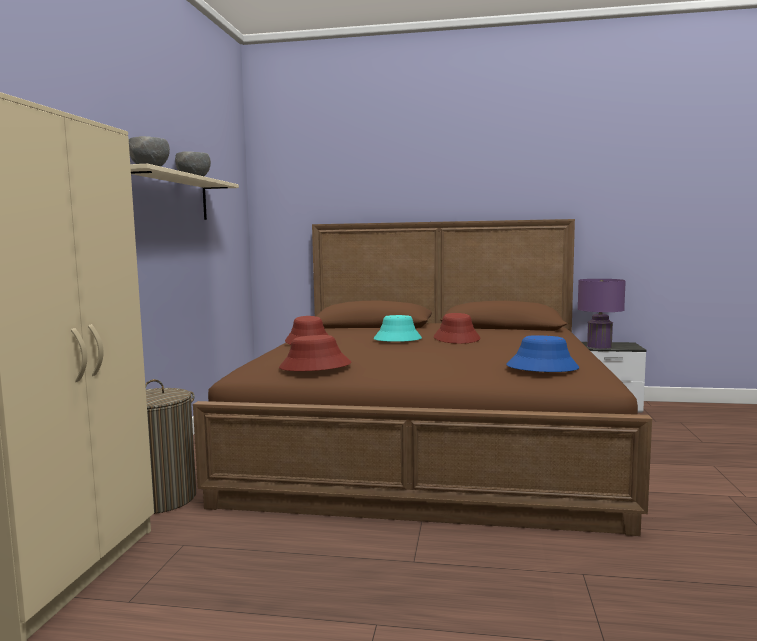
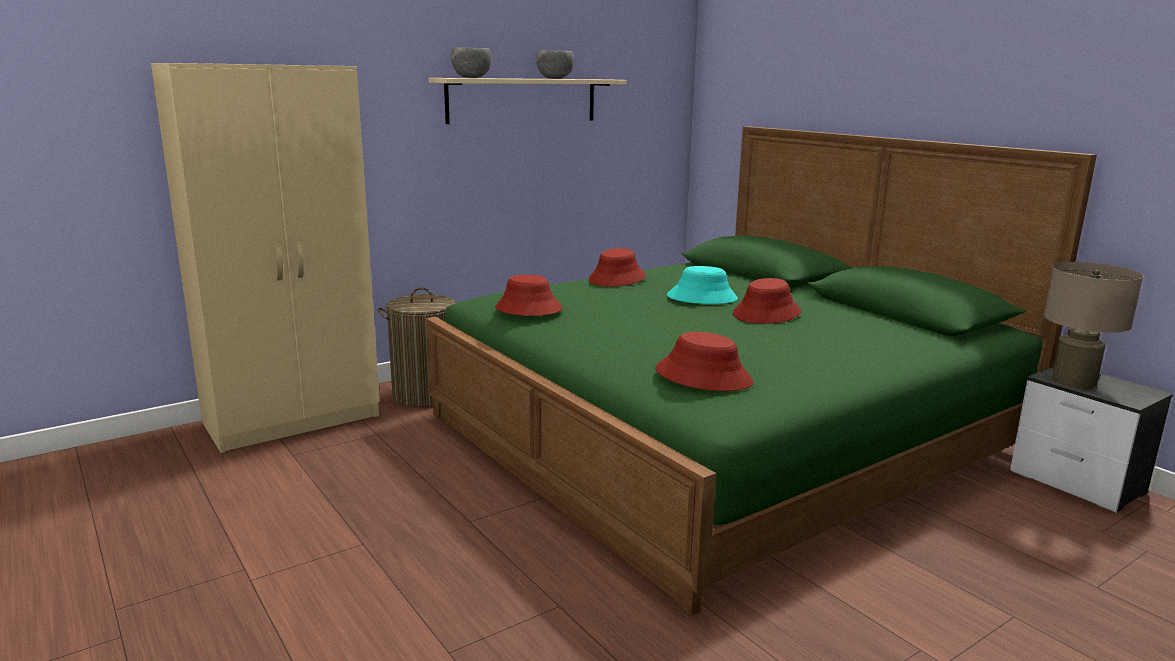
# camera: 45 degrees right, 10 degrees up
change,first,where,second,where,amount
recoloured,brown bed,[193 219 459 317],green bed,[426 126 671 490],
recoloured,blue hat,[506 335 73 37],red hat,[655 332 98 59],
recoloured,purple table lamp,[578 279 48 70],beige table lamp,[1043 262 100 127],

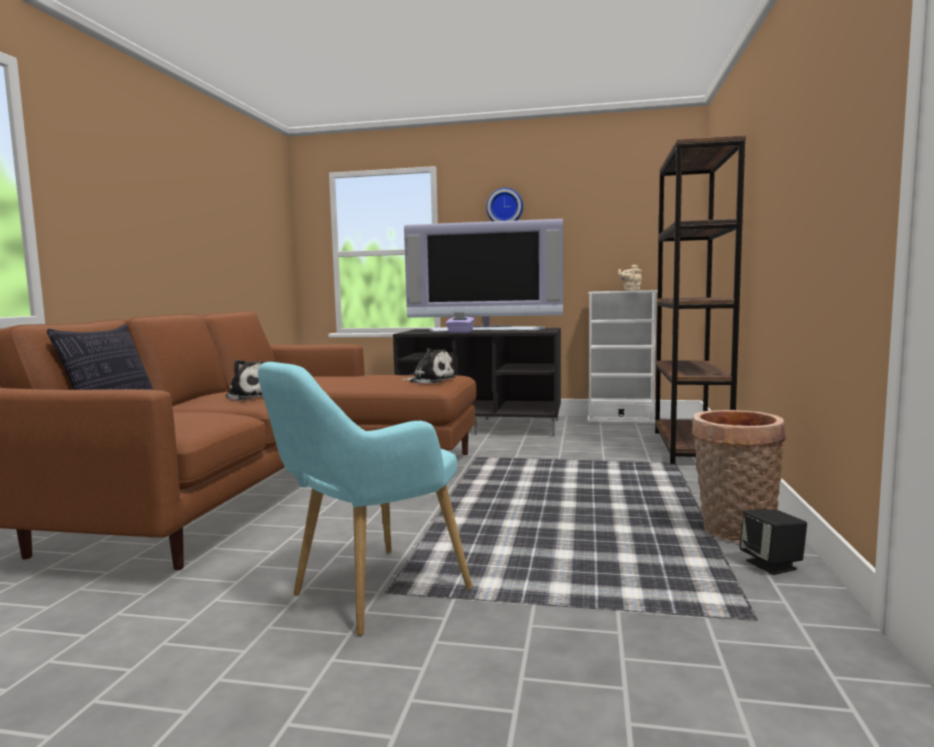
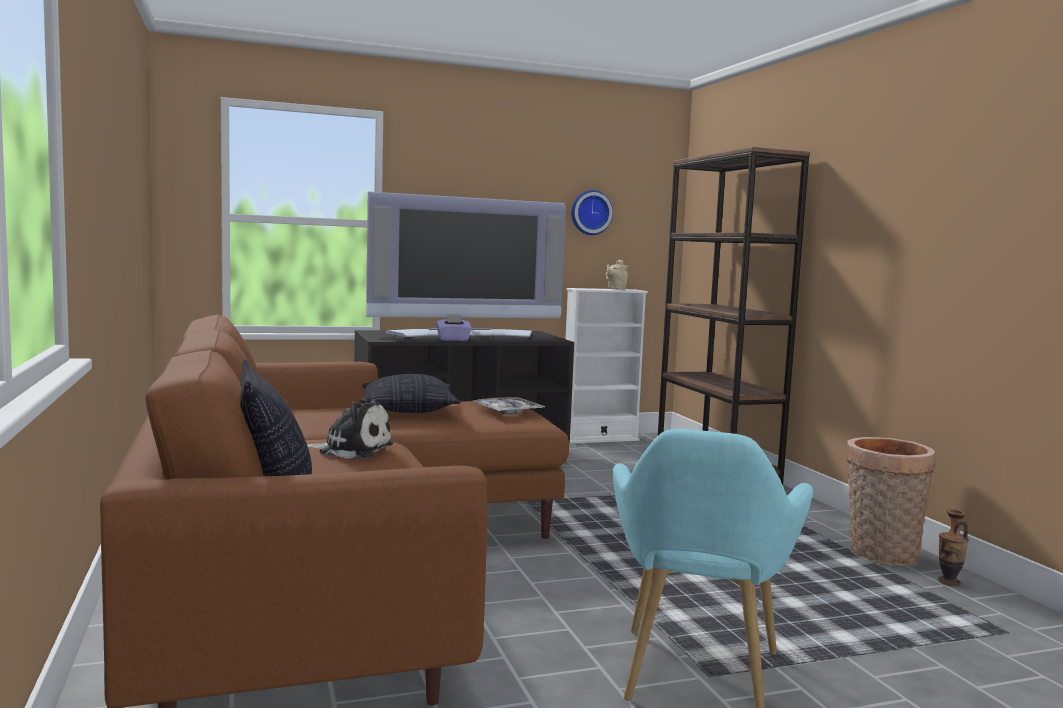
# camera: 30 degrees left, 0 degrees up
change,first,where,second,where,amount
added,,,pillow,[359 374 102 39],
moved,wall clock,[486 188 37 33],,[571 190 42 45],
replaced,plush toy,[401 348 55 36],tray,[473 397 73 18],
replaced,black speaker,[739 509 68 66],vase,[938 509 31 77],

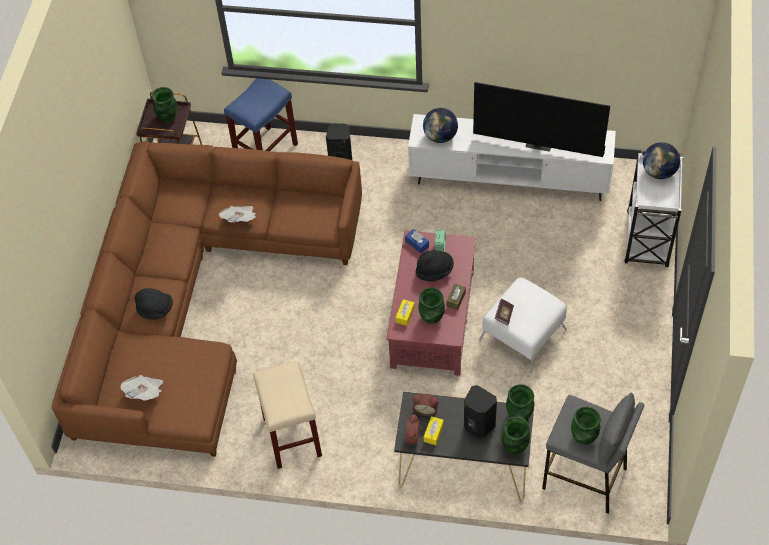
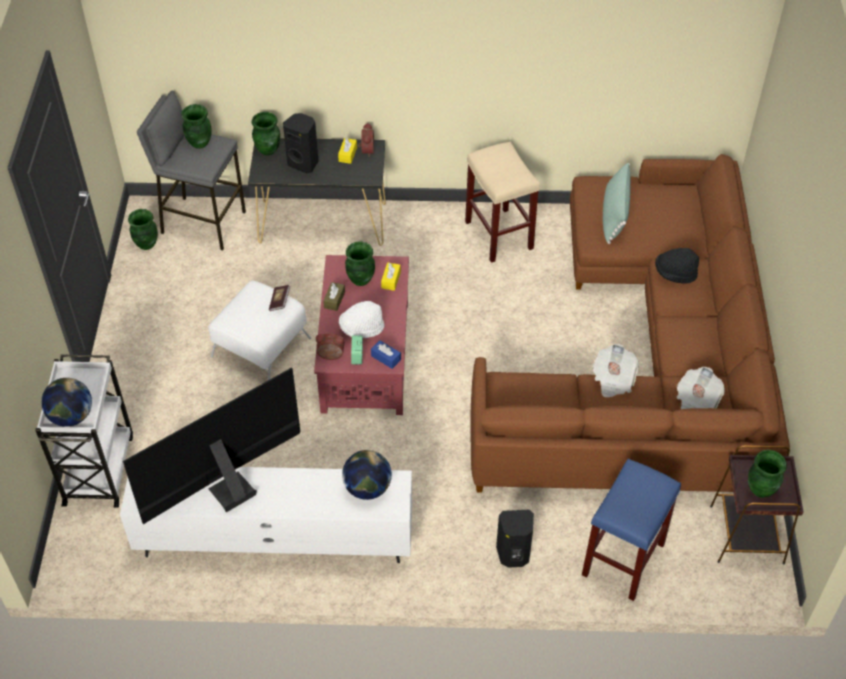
# camera: 170 degrees right, 5 degrees down
change,first,where,second,where,amount
added,,,green pillow,[603 163 28 81],
moved,newspaper,[120 375 43 26],,[677 367 48 42],
moved,alarm clock,[413 394 25 22],,[316 333 29 27],
moved,green vase,[506 384 29 36],,[128 209 30 41],
recoloured,black hat,[416 250 38 32],white hat,[339 301 45 37],
turned,television,[473 82 137 75],,[123 367 177 157],45 degrees counterclockwise

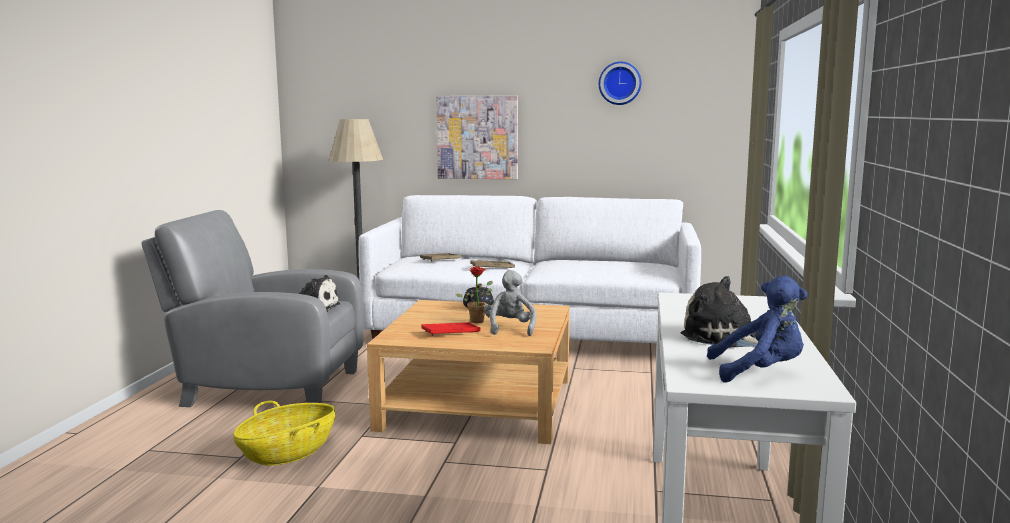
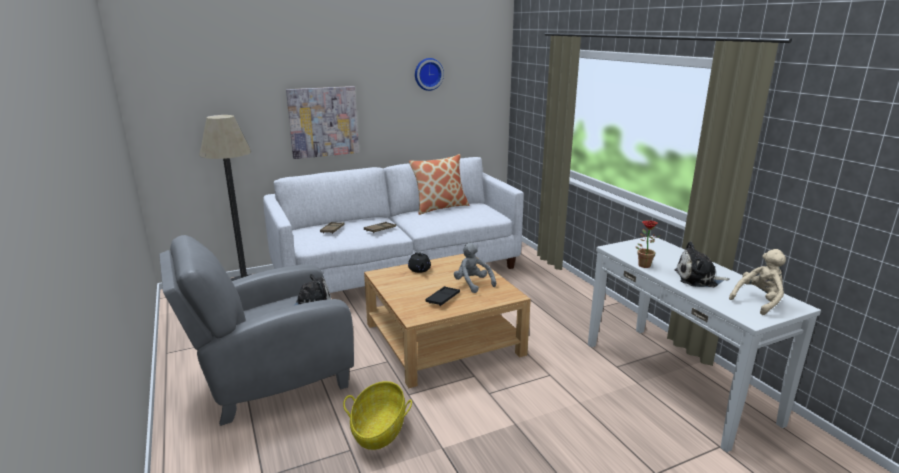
# camera: 35 degrees left, 10 degrees up
change,first,where,second,where,amount
added,,,pillow,[409 154 60 61],
moved,potted plant,[456 266 37 57],,[636 220 24 48],
recoloured,red tray,[421 322 60 14],black tray,[426 286 34 20],
recoloured,blue plush toy,[707 276 101 107],beige plush toy,[729 249 57 66],

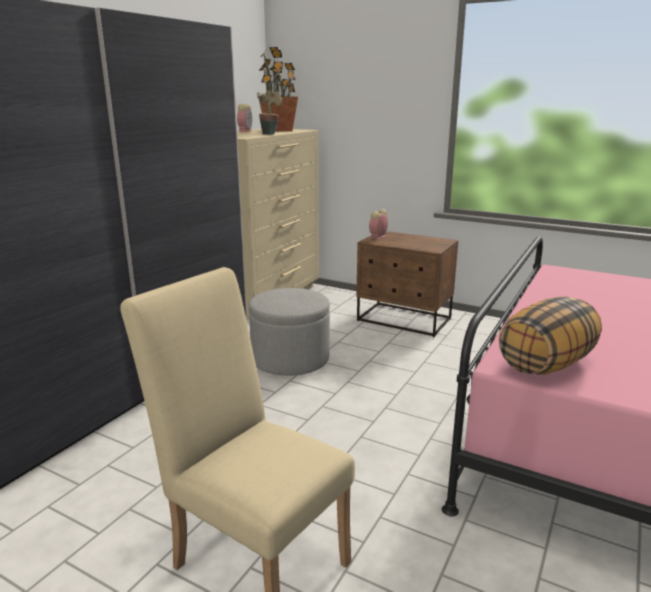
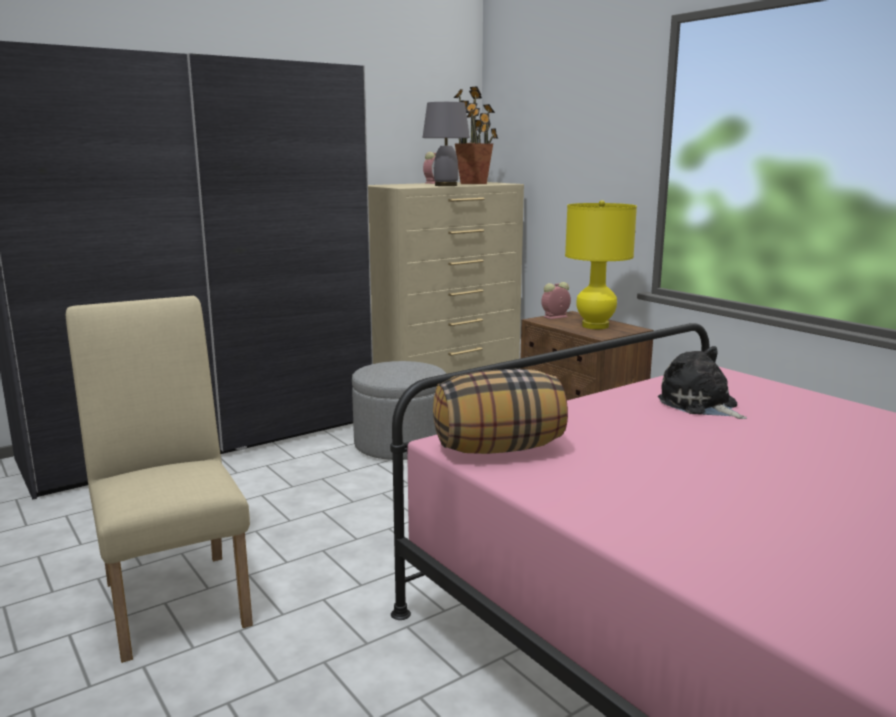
# camera: 25 degrees right, 5 degrees down
change,first,where,second,where,amount
added,,,yellow table lamp,[565 200 72 129],
added,,,plush toy,[658 346 89 73],
replaced,potted plant,[257 90 25 45],grey table lamp,[423 102 47 84],

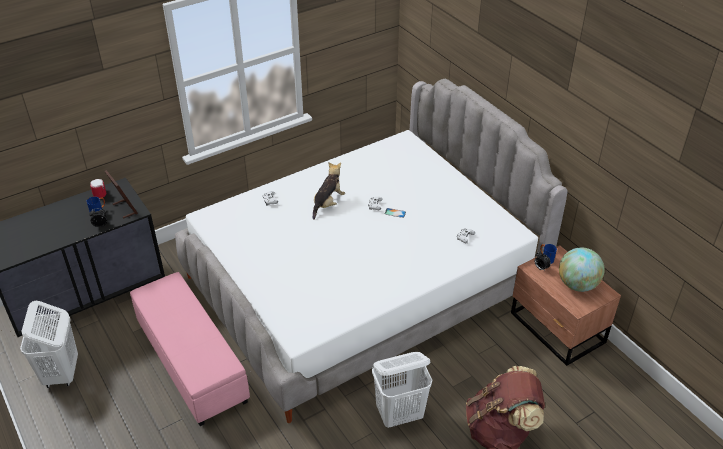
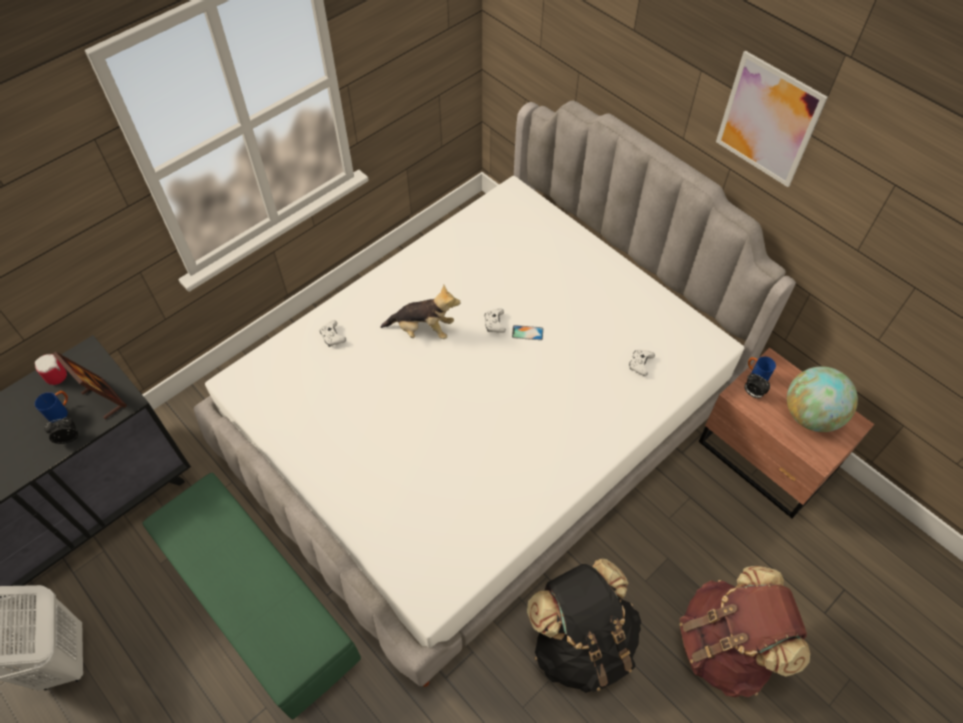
# camera: 10 degrees left, 15 degrees up
change,first,where,second,where,amount
added,,,picture,[716 51 112 136],
replaced,white laundry basket,[372 352 60 76],black backpack,[527 559 114 134],
recoloured,pink ottoman,[130 272 120 154],green ottoman,[142 473 219 246],
turned,plush toy,[313 162 32 58],,[380 285 81 54],75 degrees clockwise

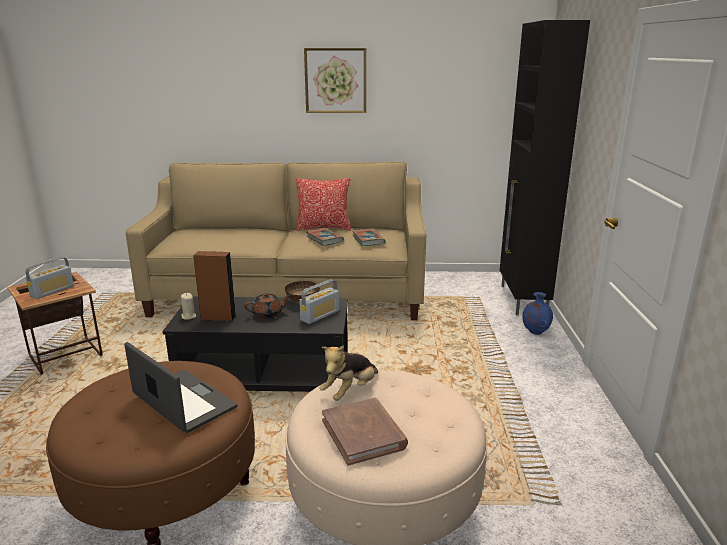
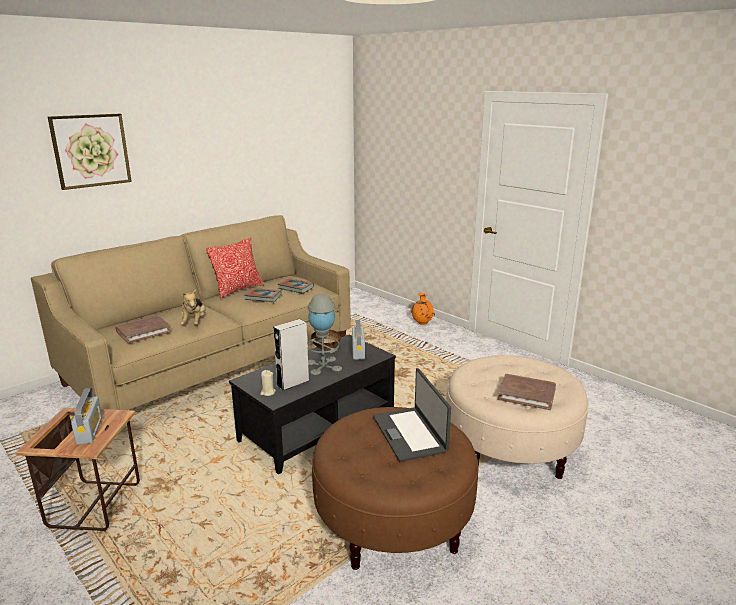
# camera: 45 degrees left, 0 degrees up
change,first,where,second,where,amount
removed,black cabinet,[500 20 90 295],,,
added,,,brown book,[115 315 57 29],
moved,picture,[304 48 62 65],,[48 114 84 76],
moved,plush toy,[320 345 58 56],,[180 289 26 36],
replaced,brown teapot,[244 293 47 26],grey table lamp,[307 294 35 81],
recoloured,brown speaker,[193 251 43 71],grey speaker,[273 319 36 72],
recoloured,blue vase,[522 292 31 43],orange vase,[410 293 25 32],
turned,laptop,[124 342 113 91],,[373 368 78 94],105 degrees counterclockwise

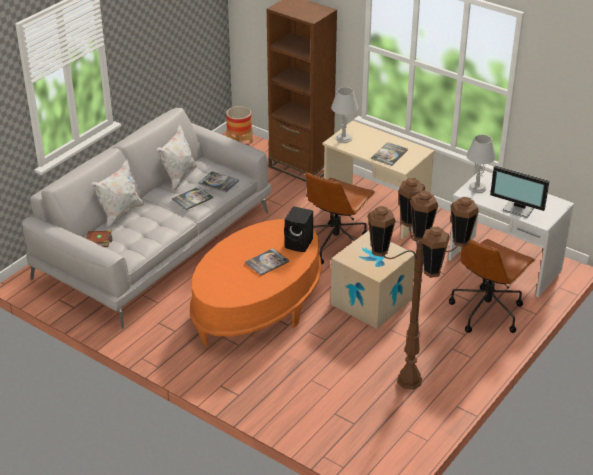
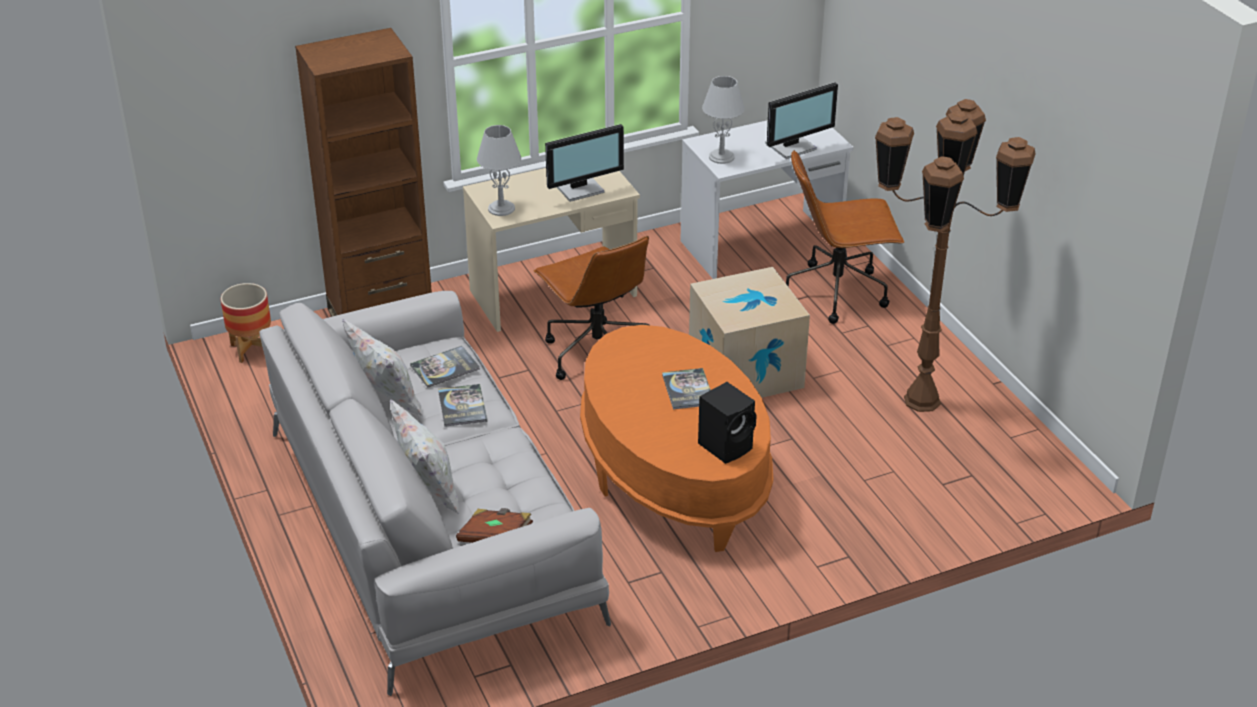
# camera: 60 degrees left, 0 degrees up
change,first,where,second,where,amount
moved,black speaker,[284 206 29 46],,[698 382 59 82],
replaced,book,[371 142 37 24],monitor,[545 124 79 78],
turned,brown office chair,[449 239 86 94],,[786 150 118 174],105 degrees clockwise

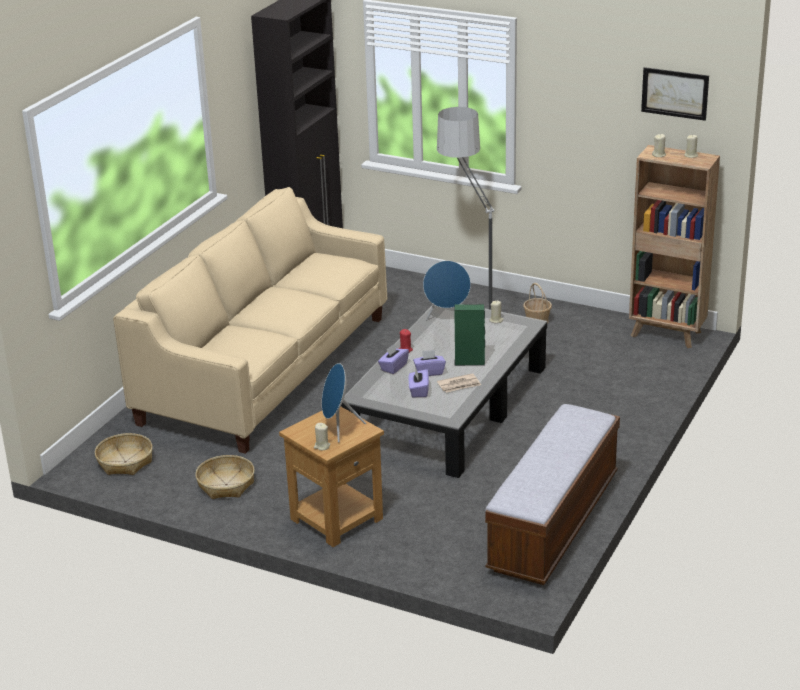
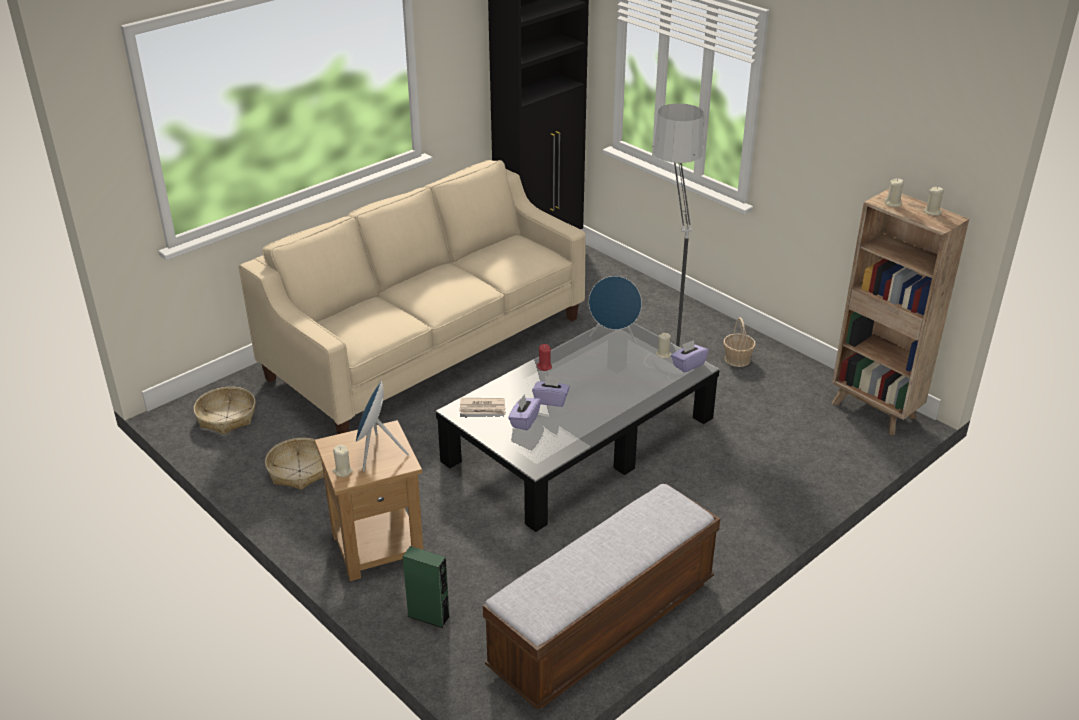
# camera: 20 degrees right, 5 degrees up
change,first,where,second,where,amount
removed,picture,[641 67 68 54],,,
moved,purple tissue box,[378 344 31 30],,[671 340 38 33],
moved,newspaper,[437 373 44 20],,[460 398 45 16],
moved,green speaker,[454 304 31 62],,[403 546 47 82],

